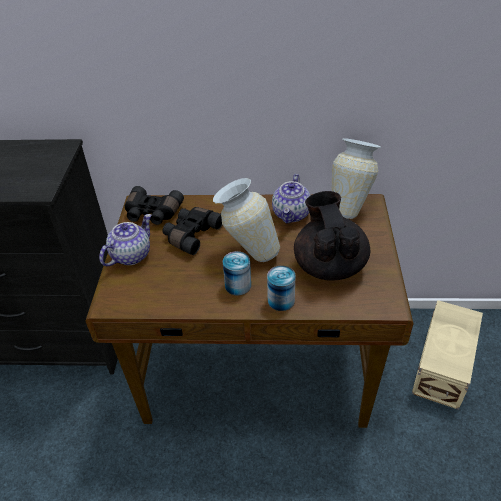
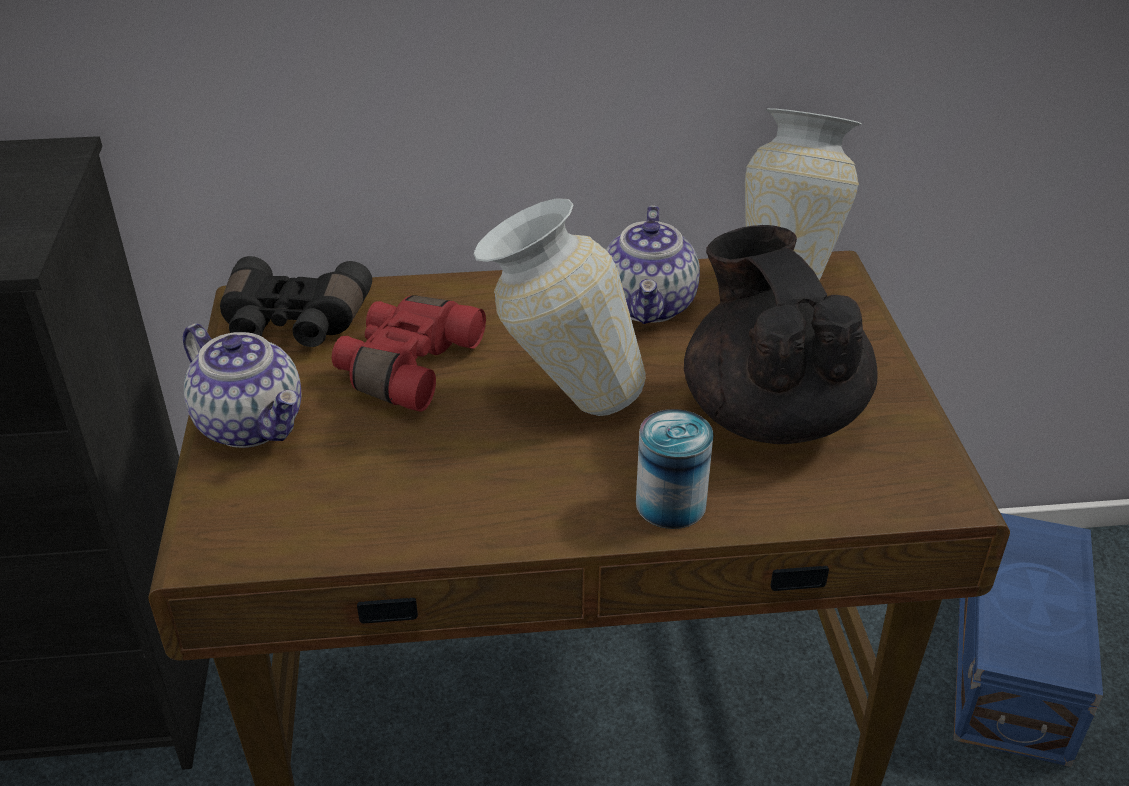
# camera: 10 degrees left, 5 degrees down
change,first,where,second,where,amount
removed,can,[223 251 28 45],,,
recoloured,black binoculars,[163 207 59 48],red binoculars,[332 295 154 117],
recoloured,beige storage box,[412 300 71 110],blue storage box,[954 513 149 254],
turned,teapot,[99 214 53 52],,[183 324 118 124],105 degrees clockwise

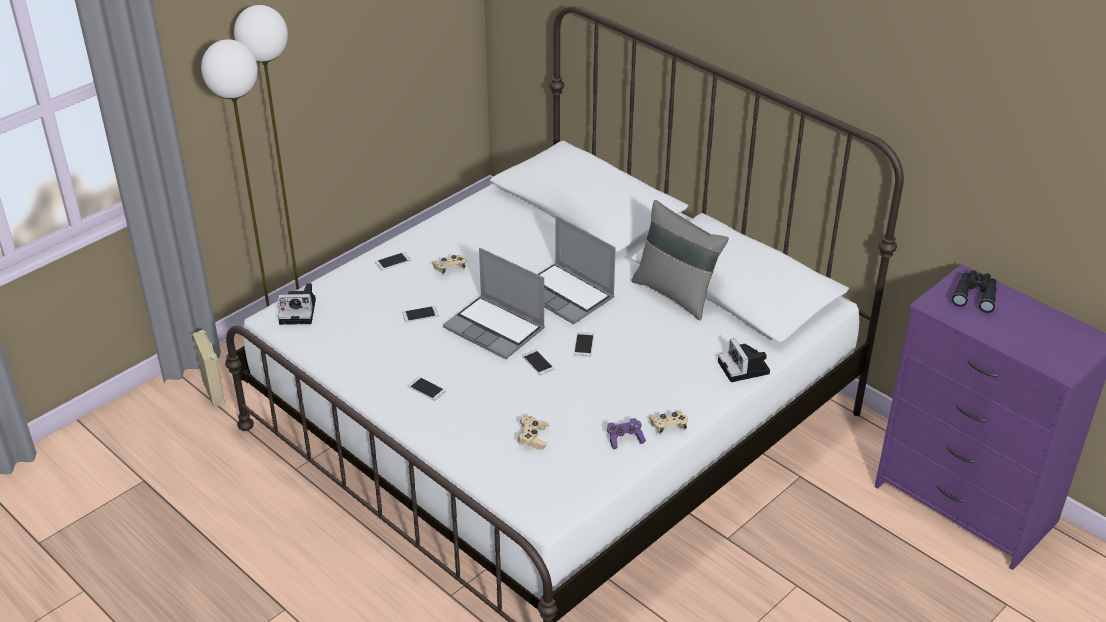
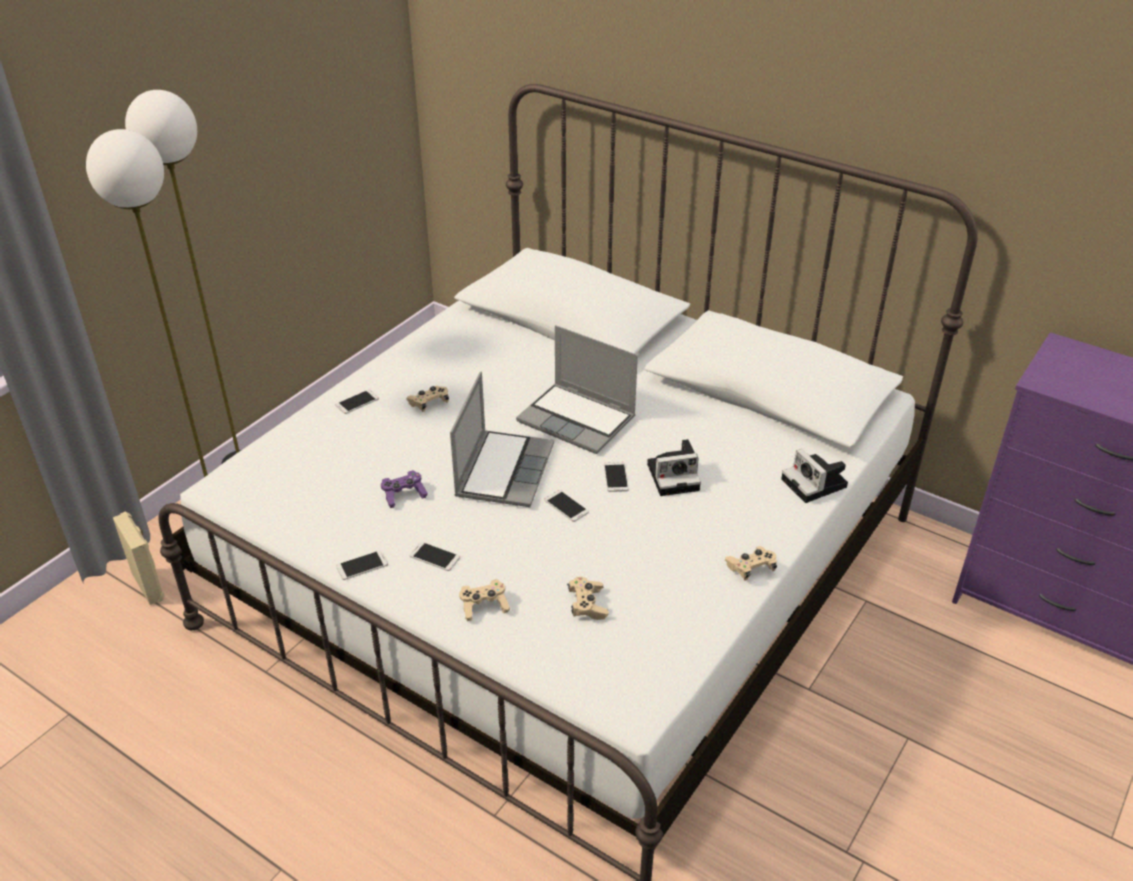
# camera: 10 degrees left, 0 degrees up
change,first,where,second,where,amount
removed,grey pillow,[631 200 98 121],,,
removed,black binoculars,[952 270 45 43],,,
added,,,beige game controller,[459 579 51 42],
moved,photo camera,[277 283 39 42],,[647 439 54 57],
moved,phone,[402 306 37 16],,[336 550 52 30],
moved,purple game controller,[607 418 39 31],,[381 470 47 38],
turned,laptop,[443 248 102 111],,[450 371 104 136],105 degrees counterclockwise

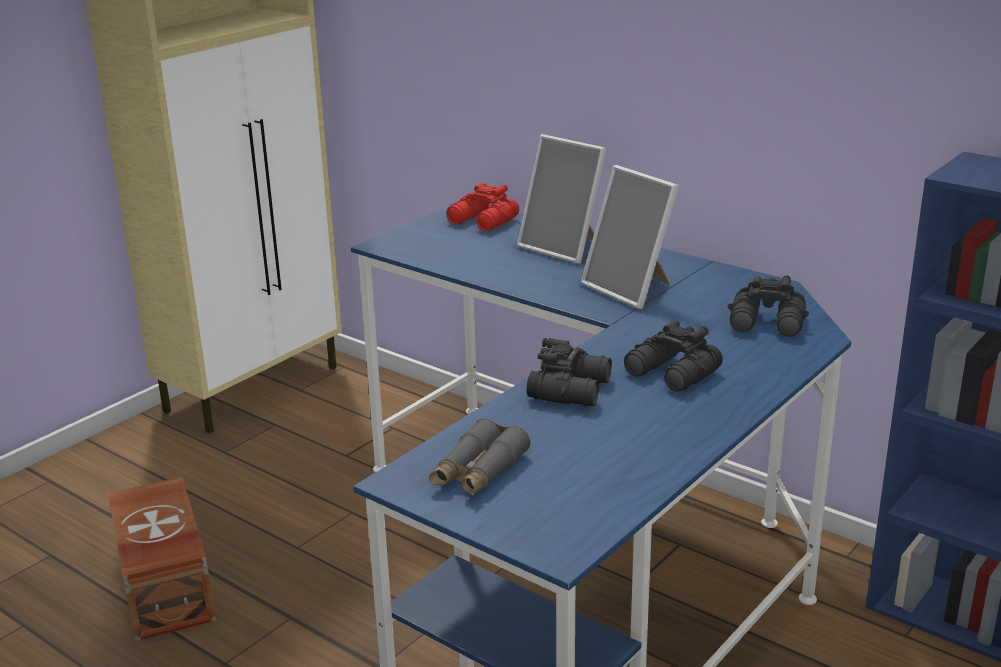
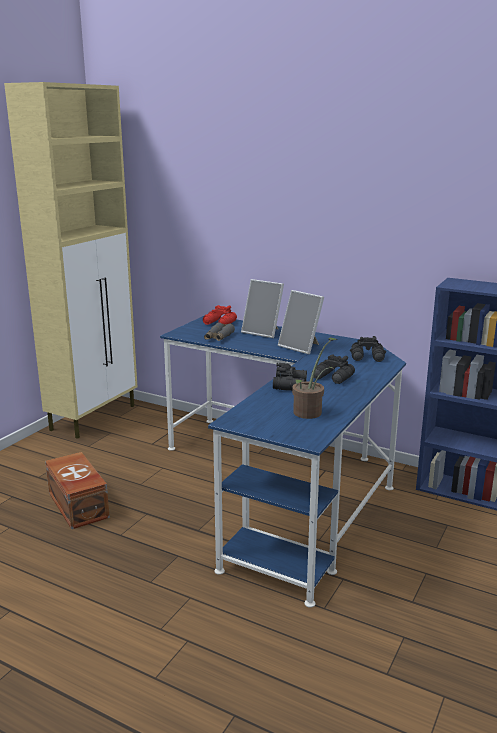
# camera: 10 degrees left, 5 degrees down
change,first,where,second,where,amount
added,,,potted plant,[292 338 46 81],
moved,grey binoculars,[429 418 101 78],,[204 323 31 18],

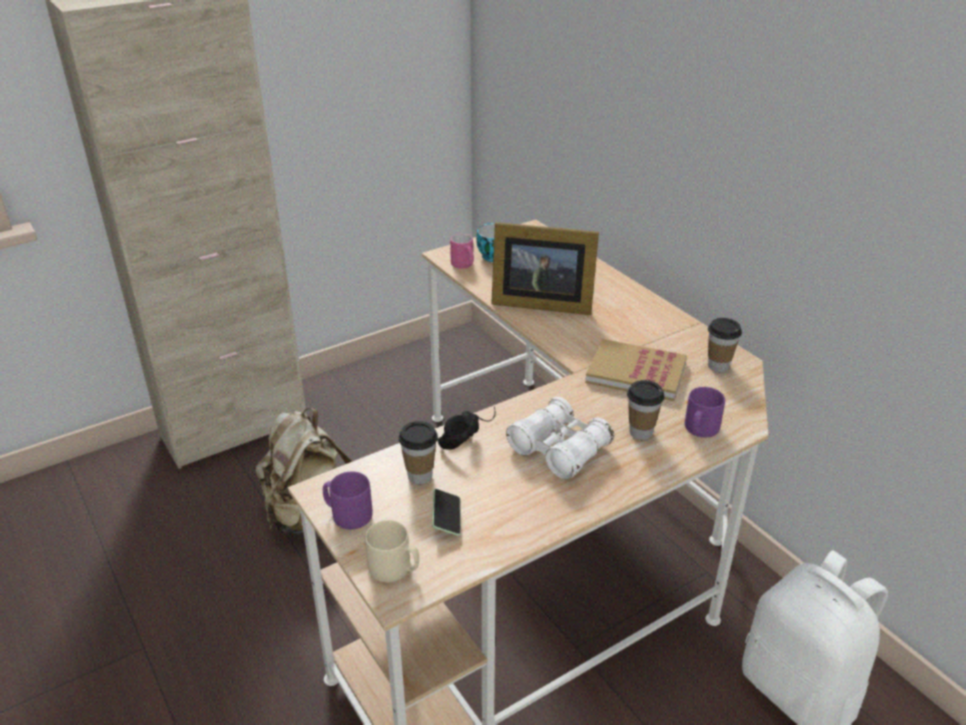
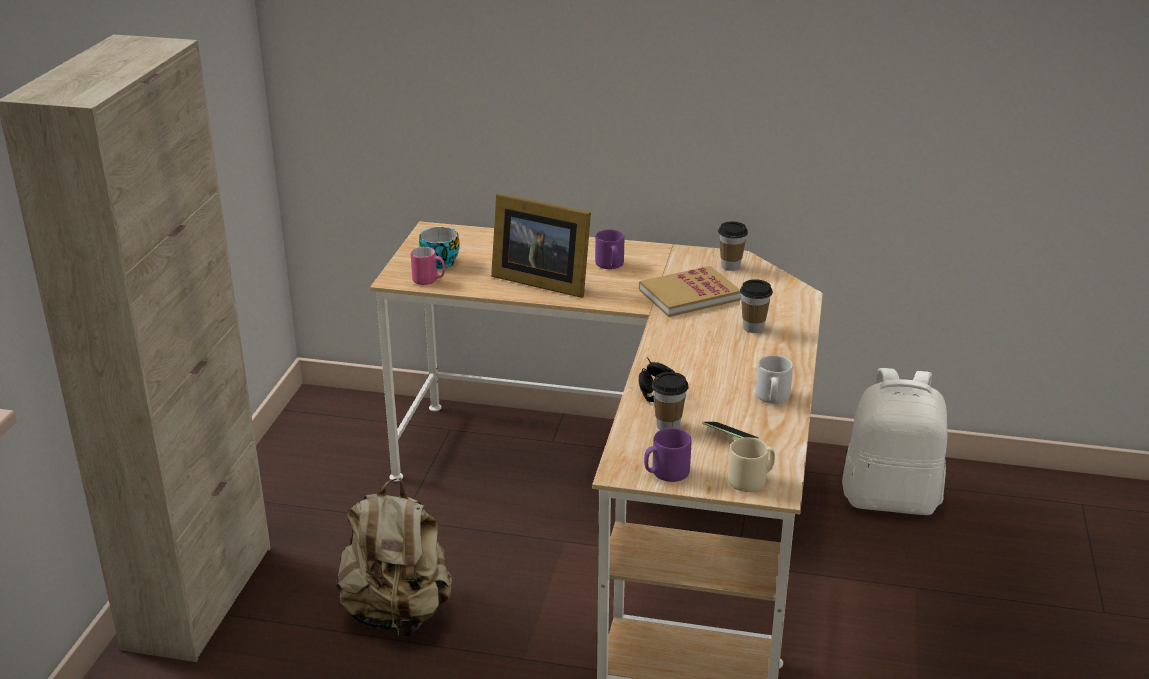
# camera: 45 degrees left, 5 degrees down
change,first,where,second,where,amount
removed,white binoculars,[506 397 108 82],,,
added,,,grey mug,[756 355 37 49],
moved,purple mug,[685 387 40 50],,[595 229 29 40],
turned,picture frame,[491 222 108 93],,[491 193 100 105],60 degrees clockwise

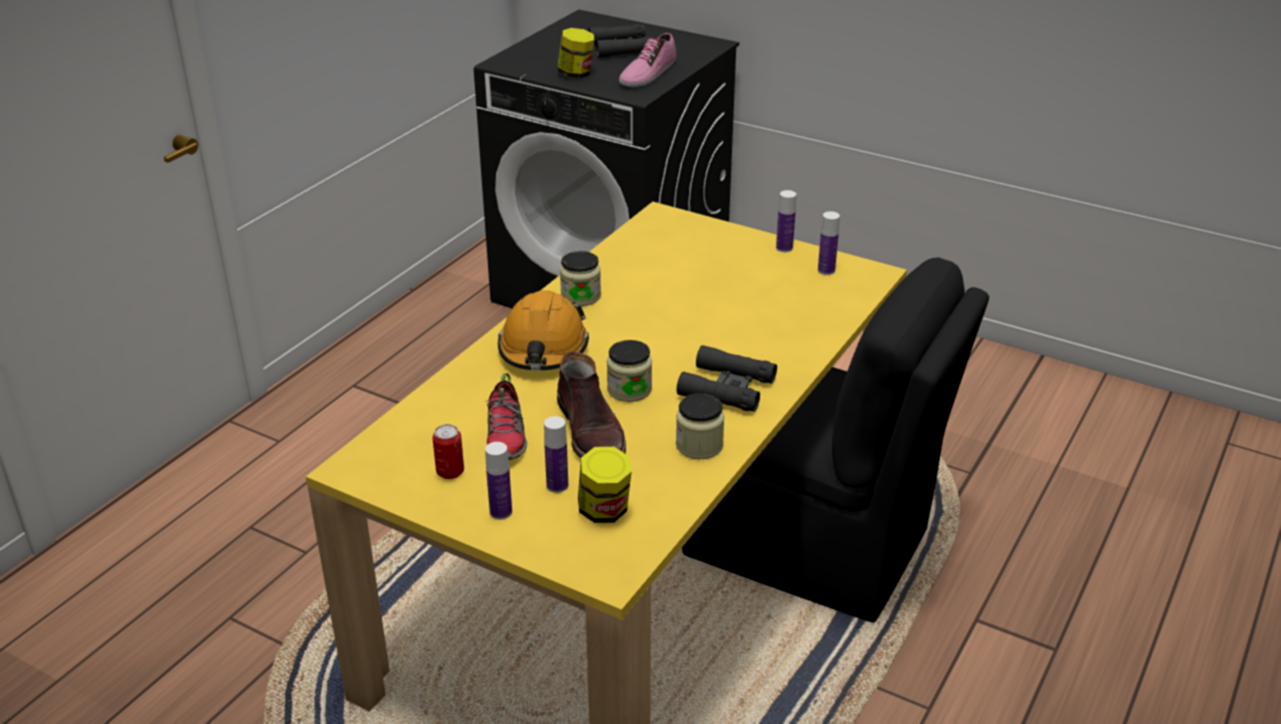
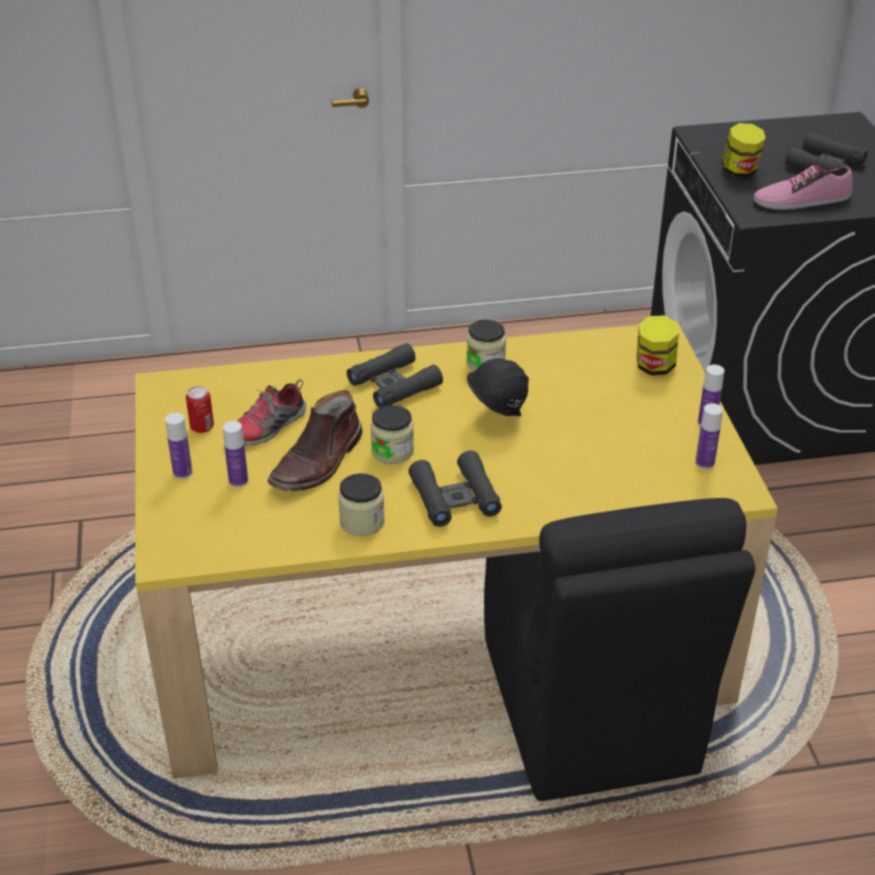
# camera: 50 degrees right, 5 degrees up
change,first,where,second,where,amount
added,,,black hard hat,[467 358 62 59],
moved,jar,[578 447 53 76],,[637 315 42 60],
replaced,orange hard hat,[498 290 91 80],black binoculars,[347 343 96 65],

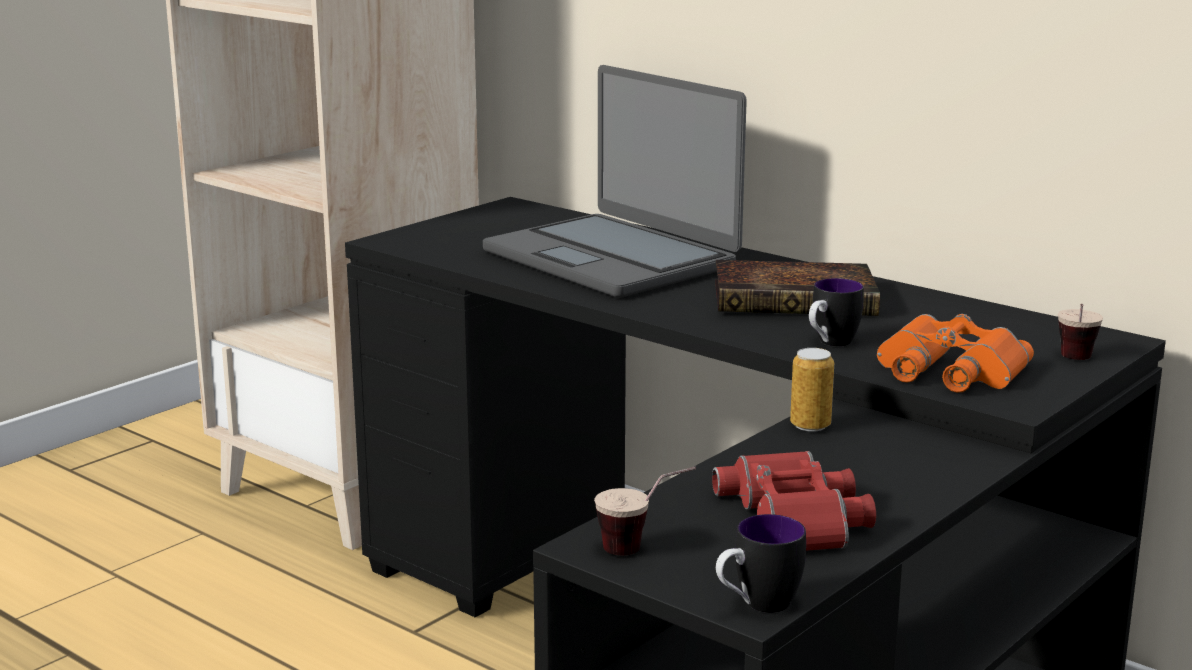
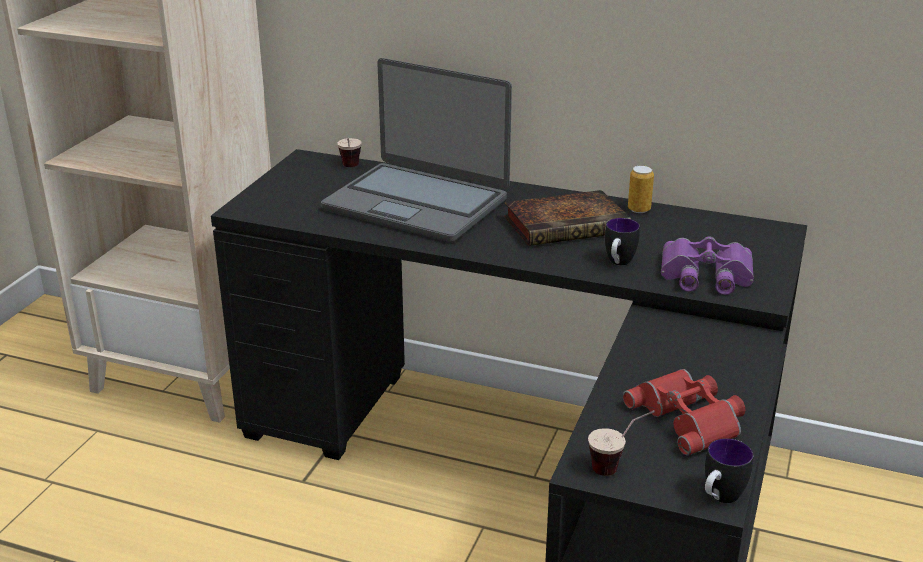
# camera: 20 degrees left, 10 degrees up
change,first,where,second,where,amount
moved,can,[790 348 44 84],,[628 165 26 48],
moved,cup,[1058 304 45 56],,[337 138 25 29],
recoloured,orange binoculars,[877 314 157 79],purple binoculars,[661 236 93 59],

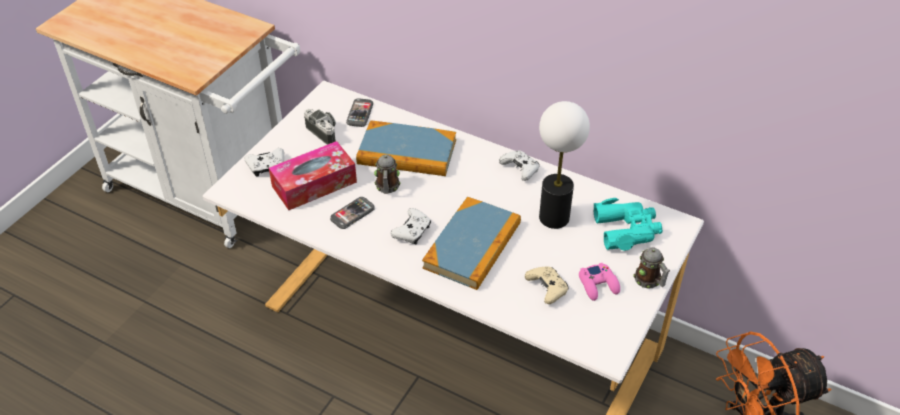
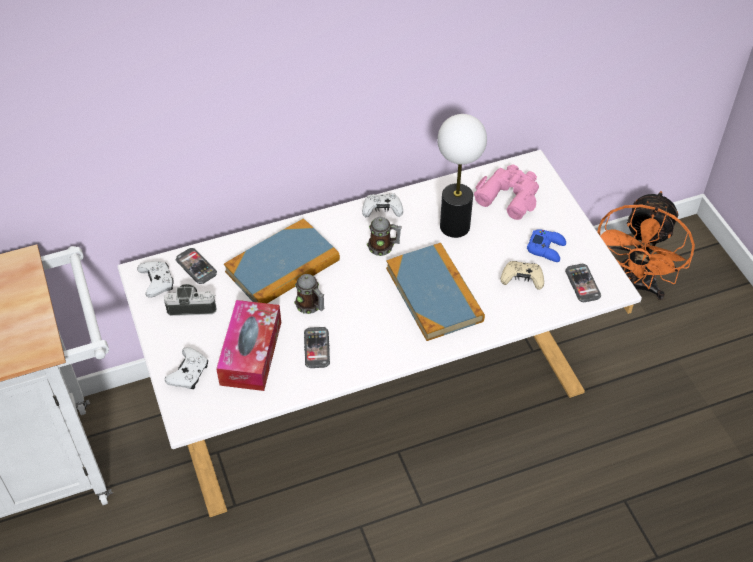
# camera: 50 degrees left, 5 degrees up
change,first,where,second,where,amount
added,,,phone,[565 264 36 38],
moved,white game controller,[391 208 40 37],,[137 261 37 37],
moved,mug,[633 247 37 41],,[367 217 35 39],
recoloured,pink game controller,[579 263 41 38],blue game controller,[527 229 39 33],
recoloured,turquoise binoculars,[594 198 69 53],pink binoculars,[474 164 65 56],

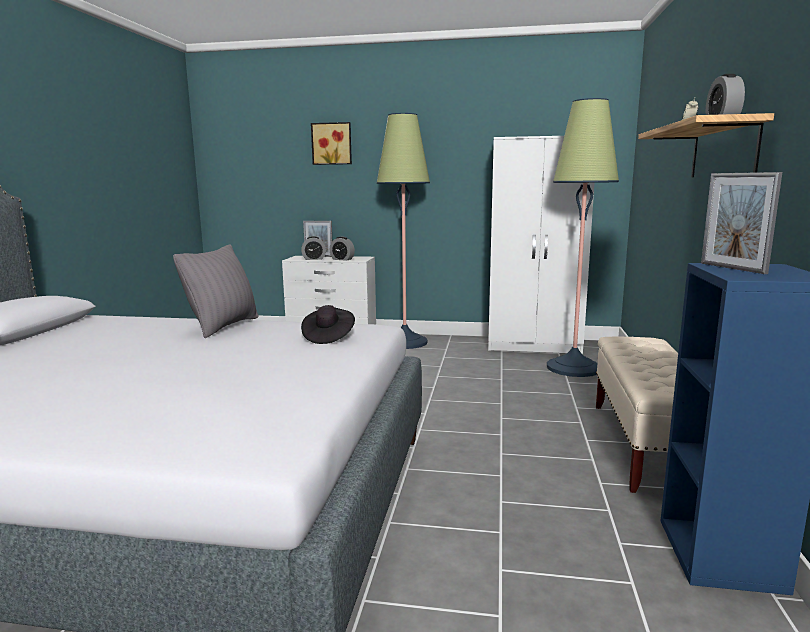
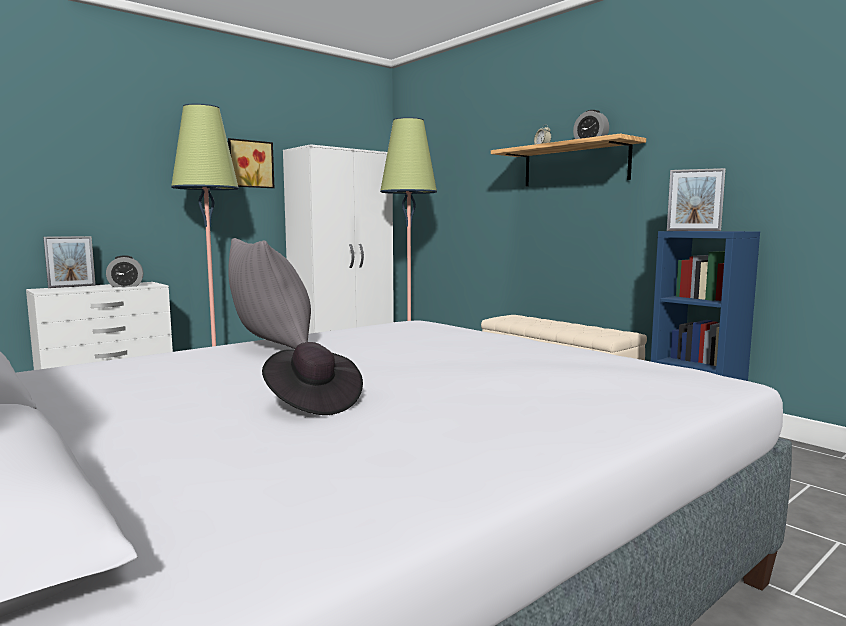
# camera: 50 degrees left, 5 degrees down
change,first,where,second,where,amount
removed,alarm clock,[301 236 25 24],,,
moved,black hat,[301 305 54 39],,[262 342 101 73],
moved,picture,[311 122 41 43],,[228 138 46 50],

